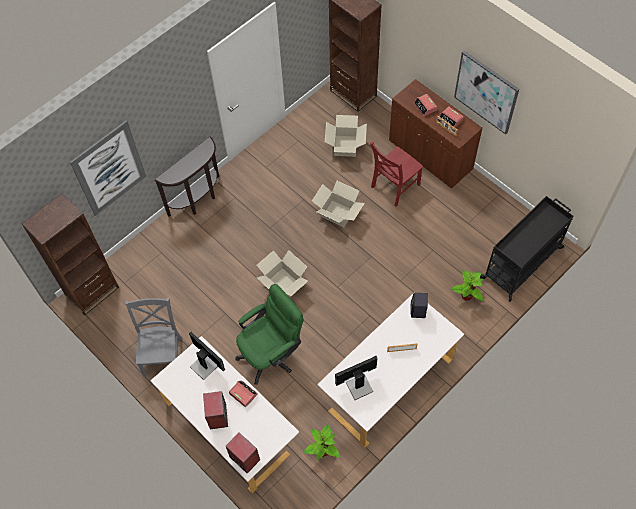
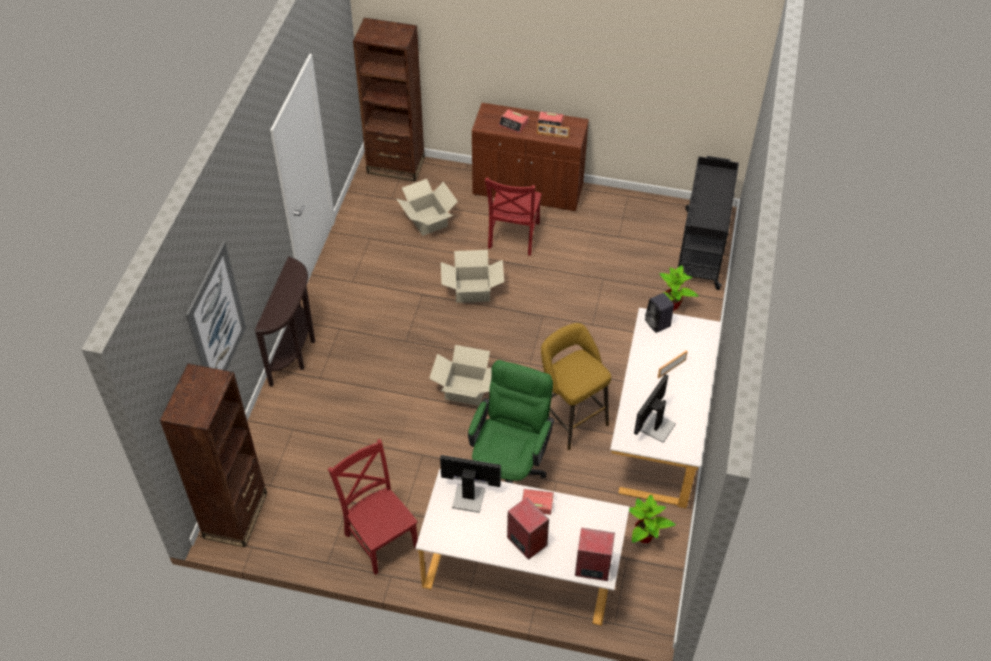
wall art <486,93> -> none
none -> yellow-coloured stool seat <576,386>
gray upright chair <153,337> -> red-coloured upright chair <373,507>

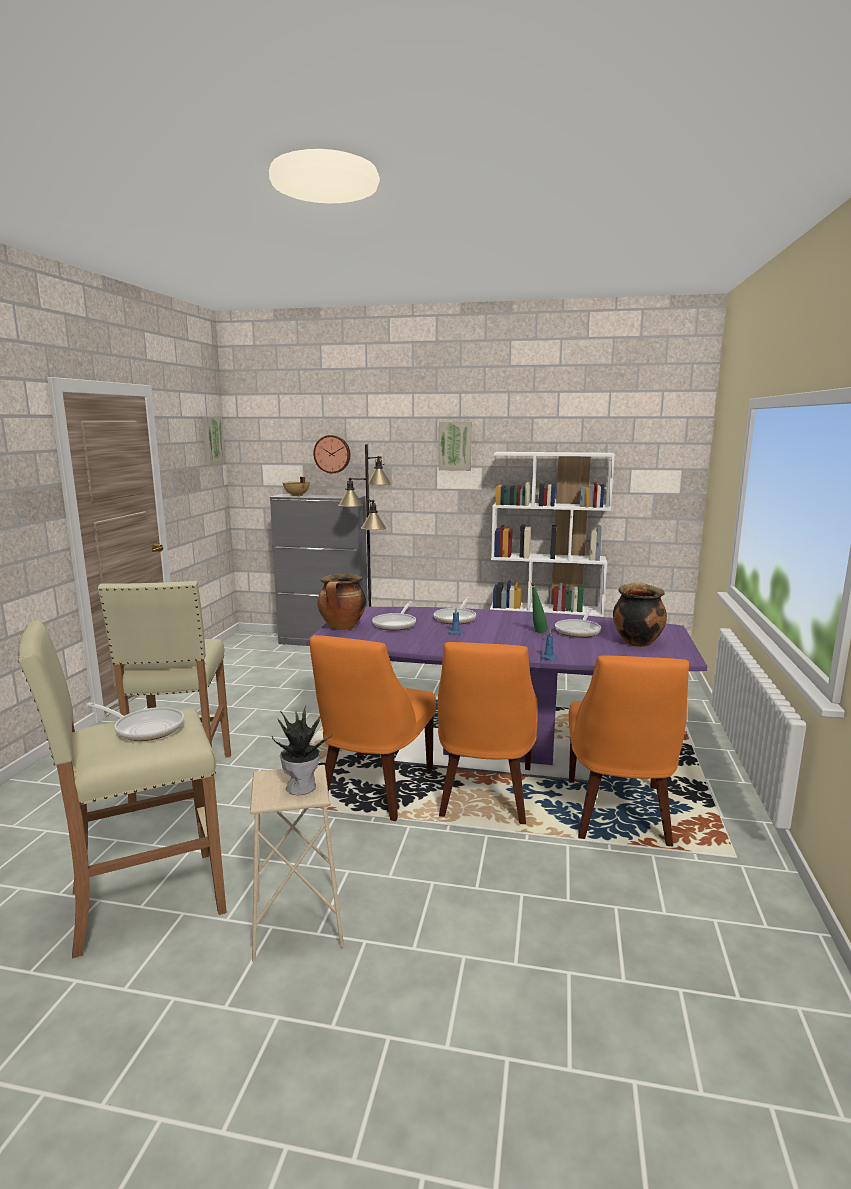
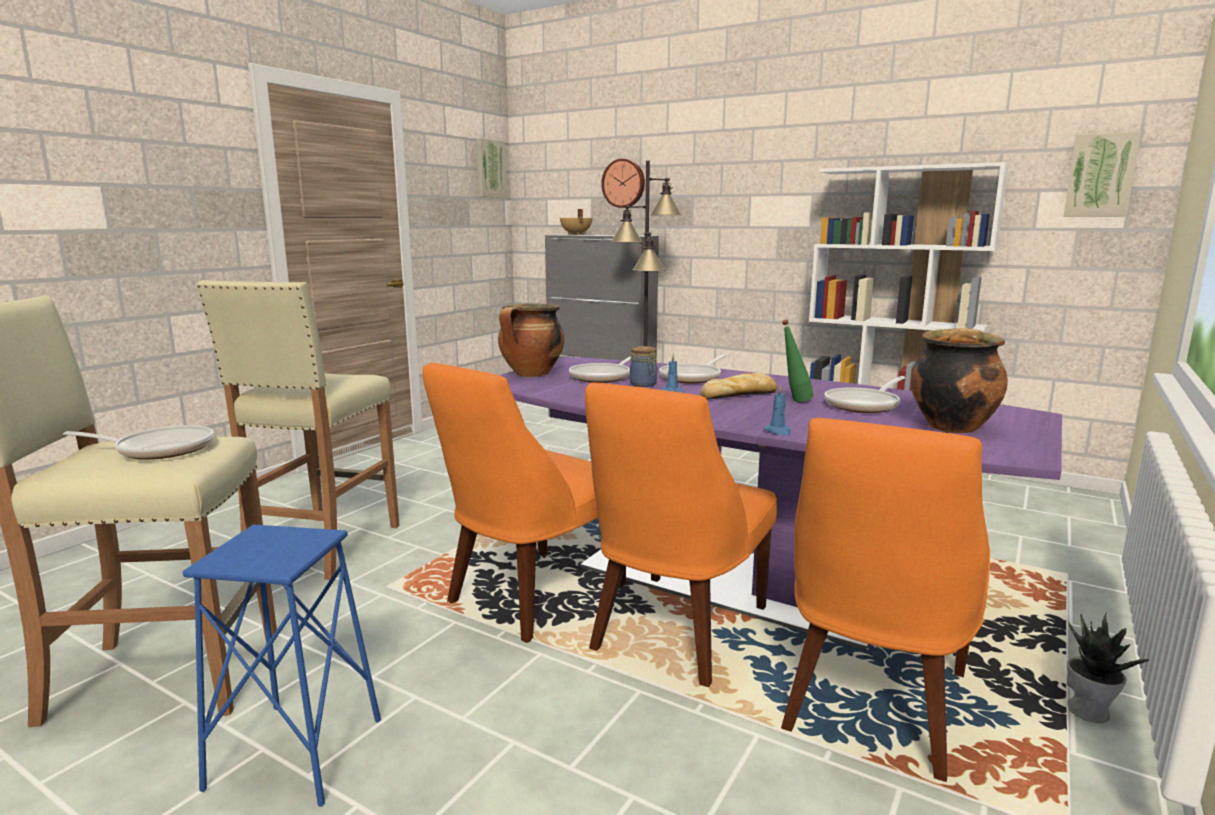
none -> storage jar <643,366>
none -> baked bread <738,386>
plant in a pot <301,752> -> plant in a pot <1108,668>, relocated
wall art <455,446> -> wall art <1102,174>, relocated
sand-coloured stool seat <297,863> -> blue-coloured stool seat <282,665>
pan <135,721> -> pan <138,442>, 45 degrees counterclockwise

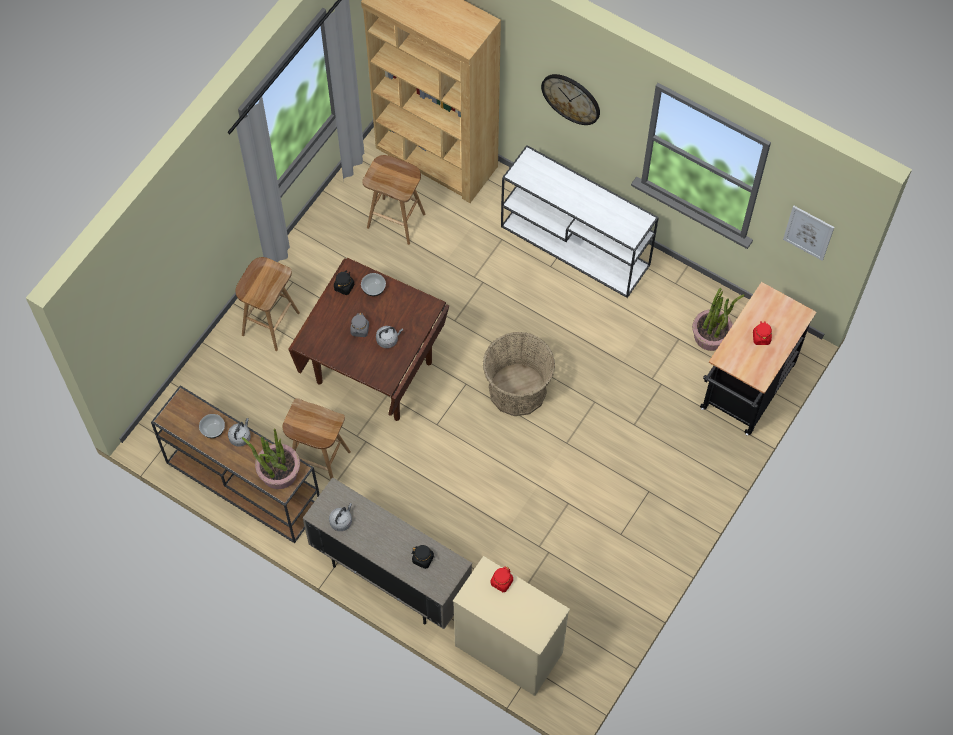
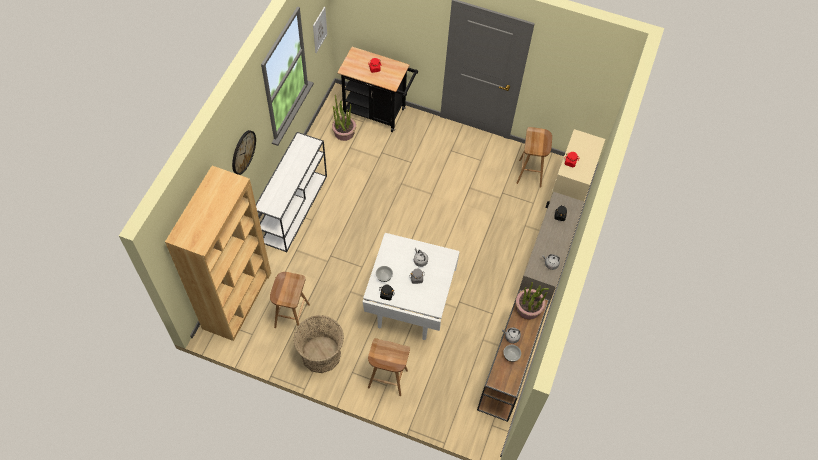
brownish stool seat <317,438> -> brownish stool seat <534,157>, relocated
household basket <519,374> -> household basket <318,344>, relocated
brownish kitchen table <368,339> -> white-coloured kitchen table <411,286>

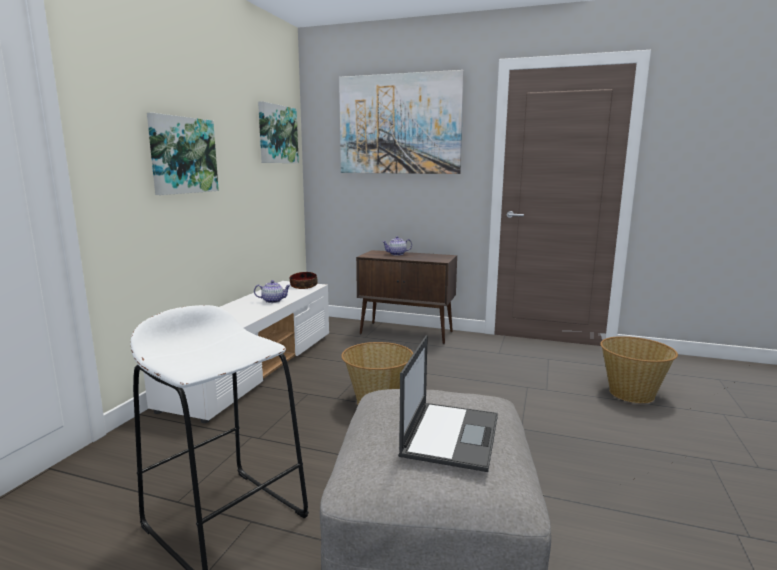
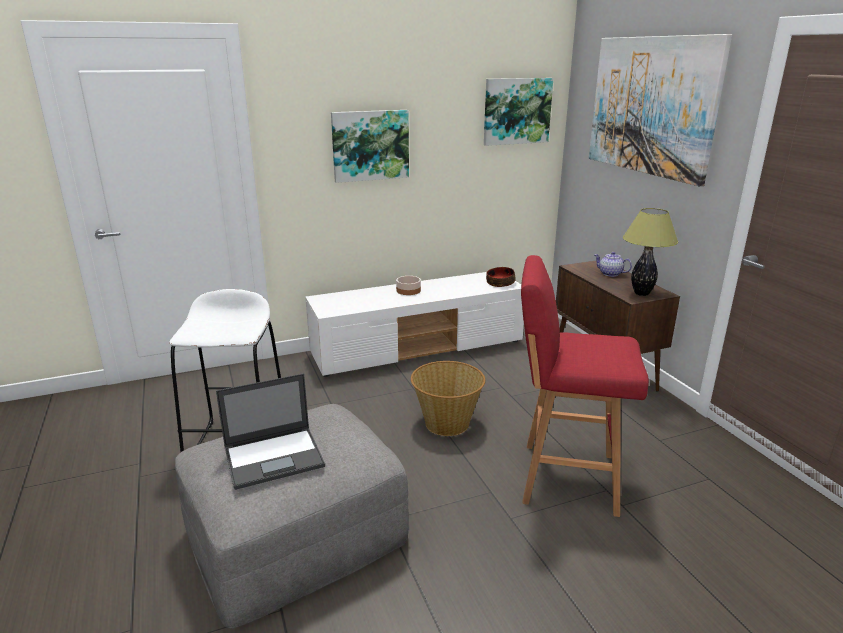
tea pot <272,291> -> none
household basket <639,369> -> none
none -> serving bowl <408,285>
none -> red-coloured stool seat <585,386>
none -> table lamp <650,252>

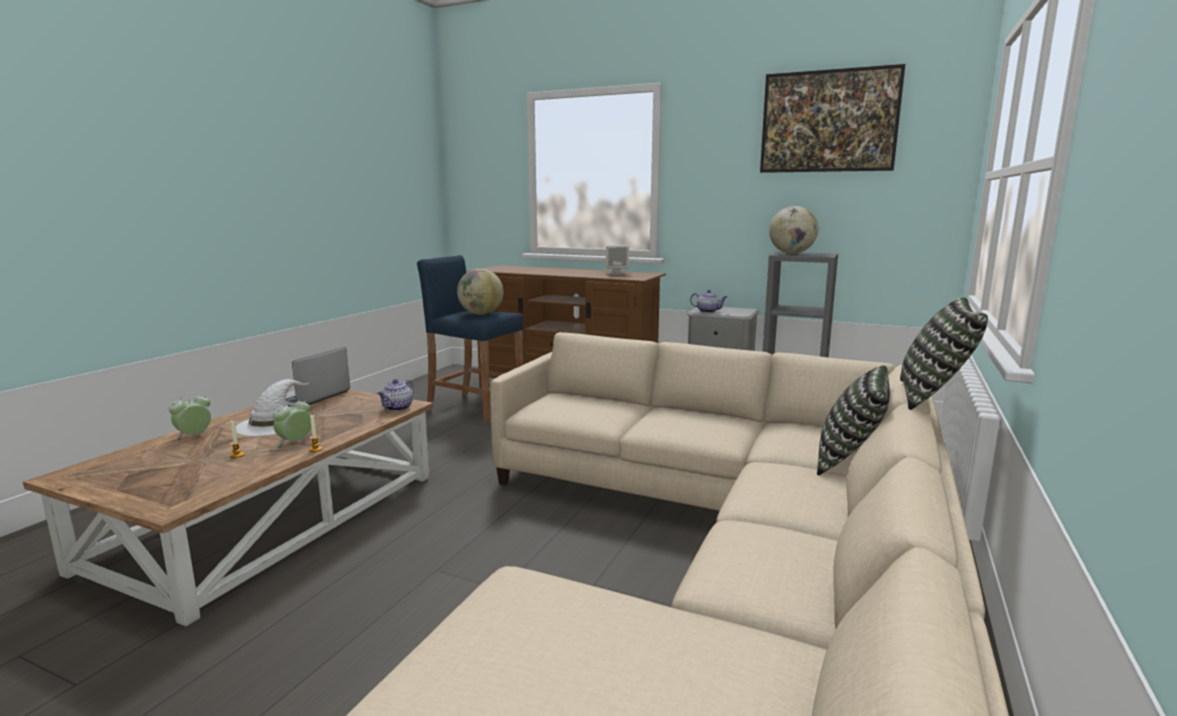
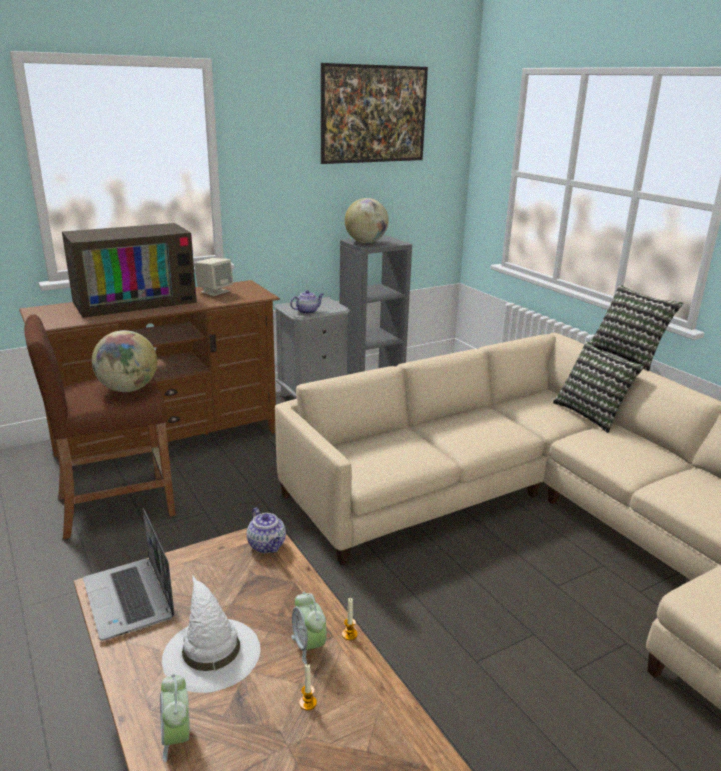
none -> TV set <129,270>
blue-coloured stool seat <470,339> -> brownish stool seat <99,427>

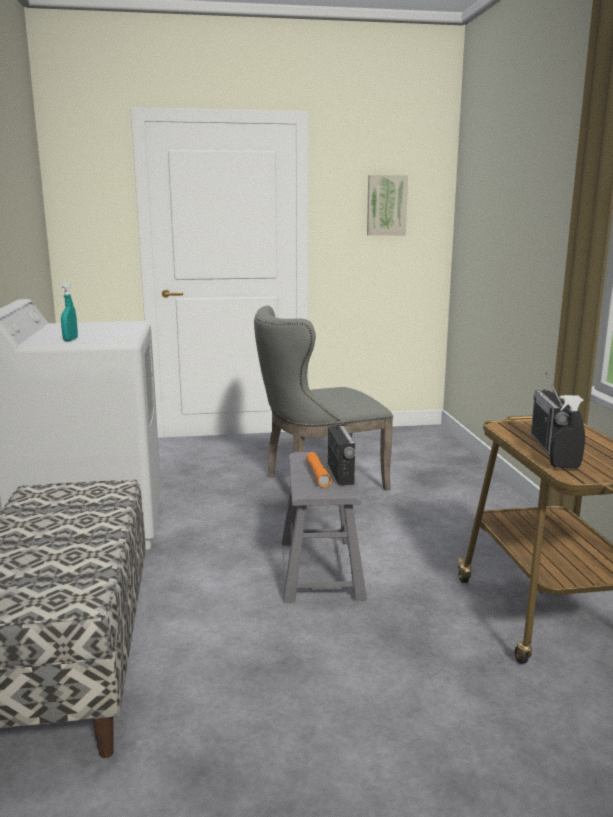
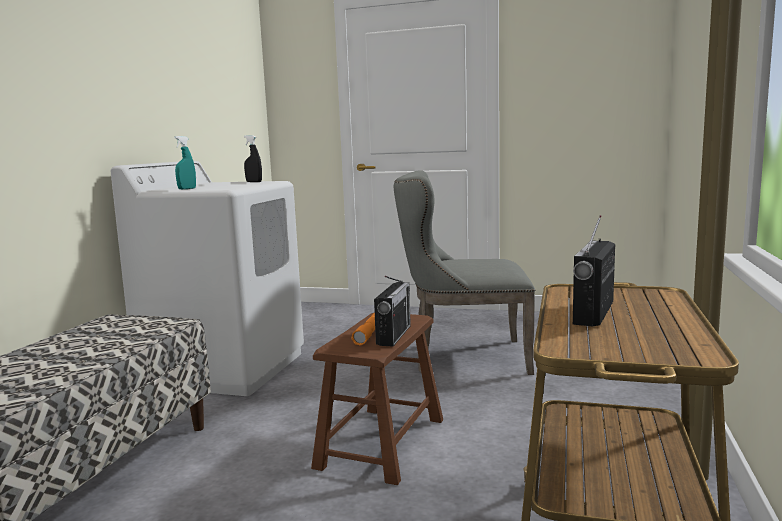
wall art <387,205> -> none
blackish spray bottle <567,431> -> blackish spray bottle <253,158>, relocated
gray stool seat <324,527> -> brownish stool seat <377,399>

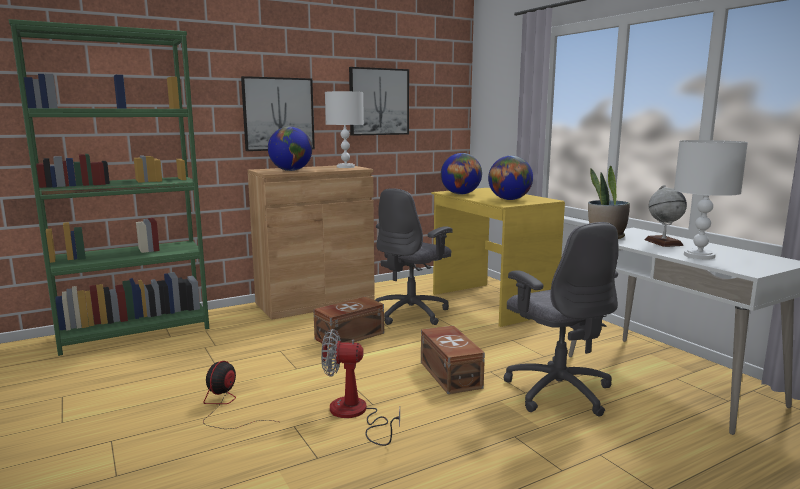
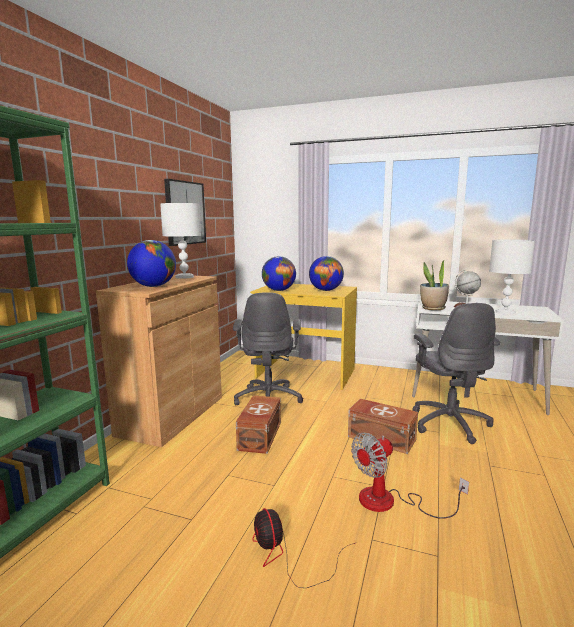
wall art <278,113> -> none
gray office chair <561,319> -> gray office chair <456,373>, 60 degrees clockwise

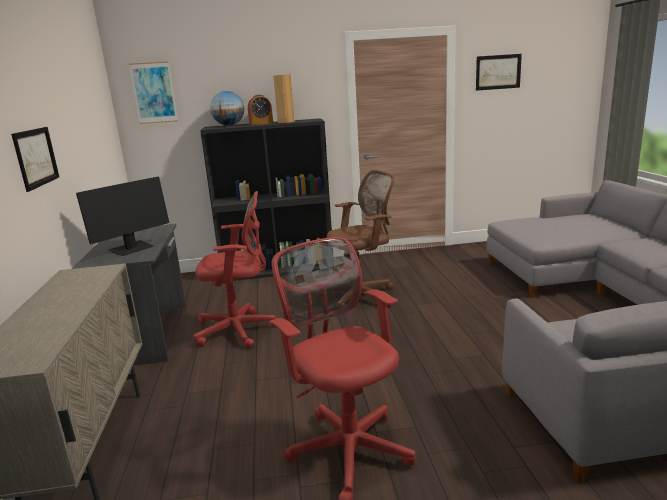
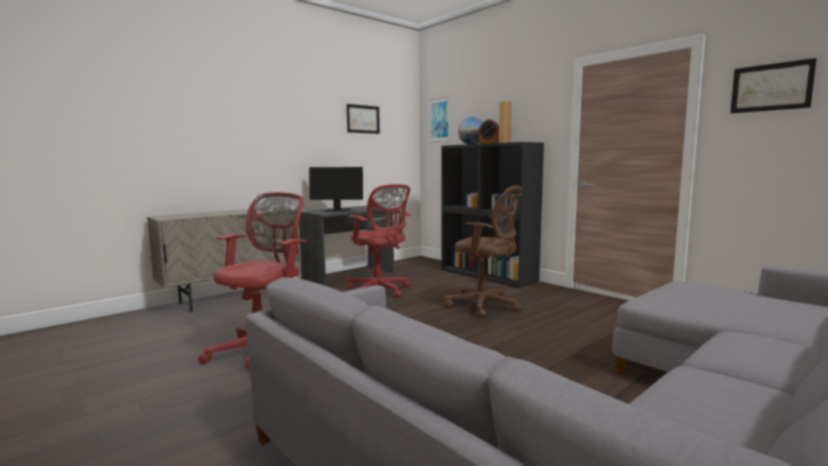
wall art <35,159> -> wall art <363,119>, relocated

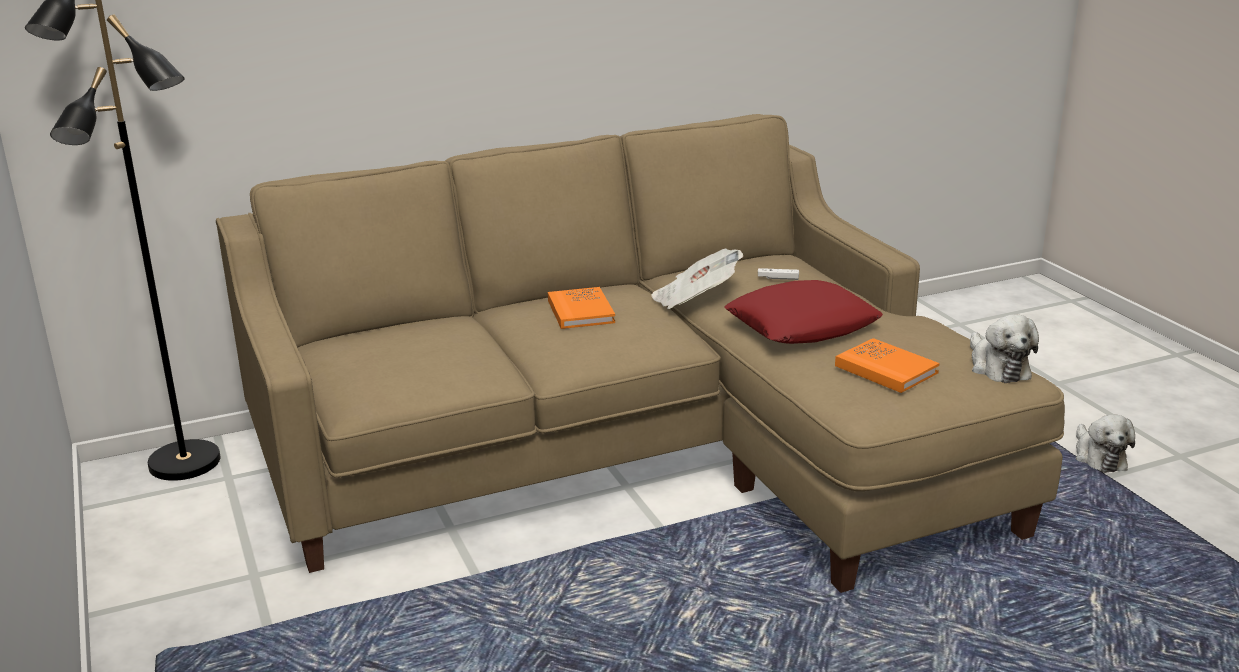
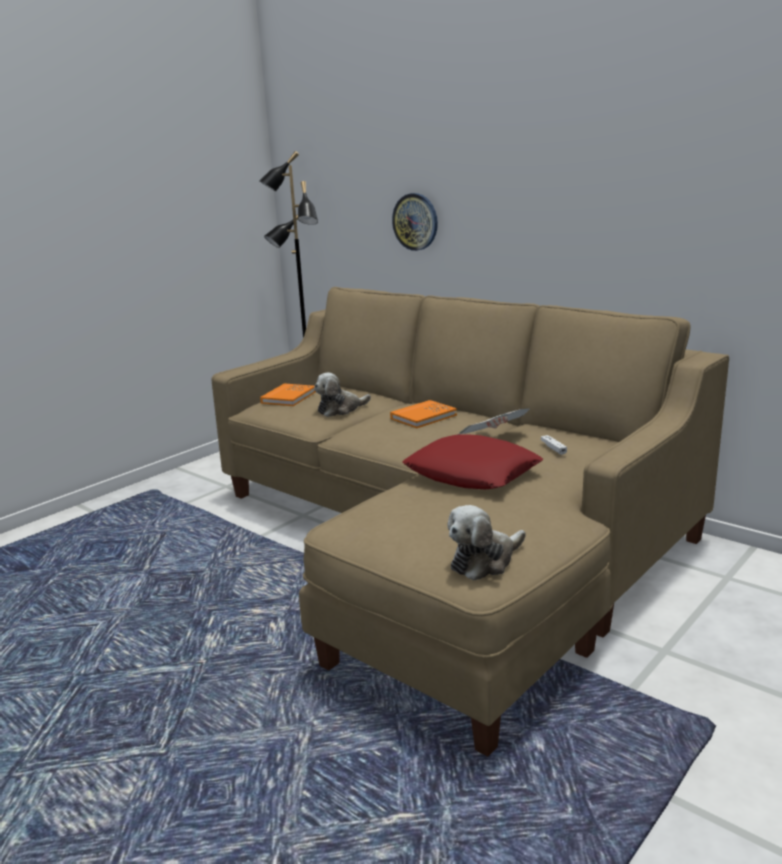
none -> wall clock <415,222>
orange volume <887,365> -> orange volume <288,394>, relocated
cuddly toy <1105,443> -> cuddly toy <342,395>, relocated

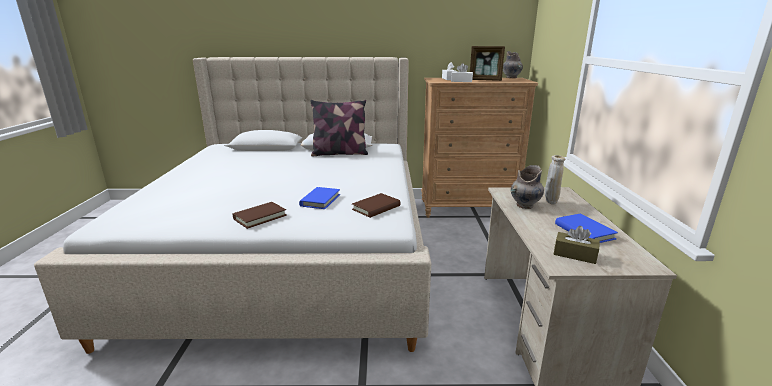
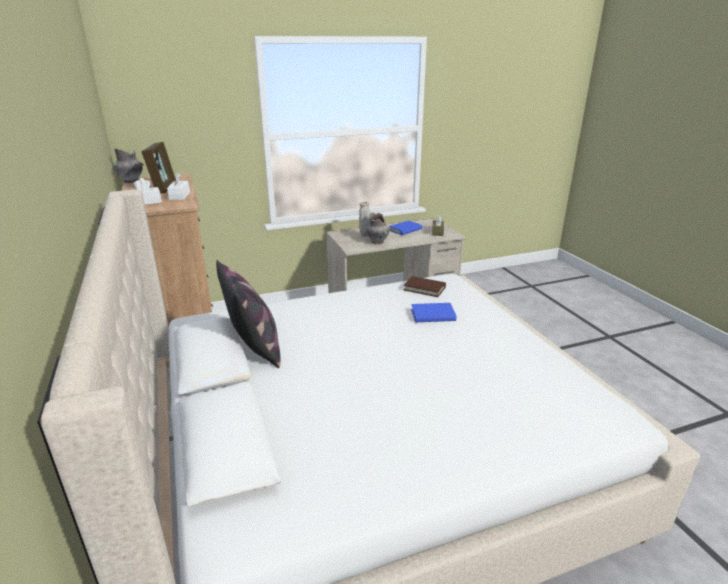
brownish volume <260,215> -> none

